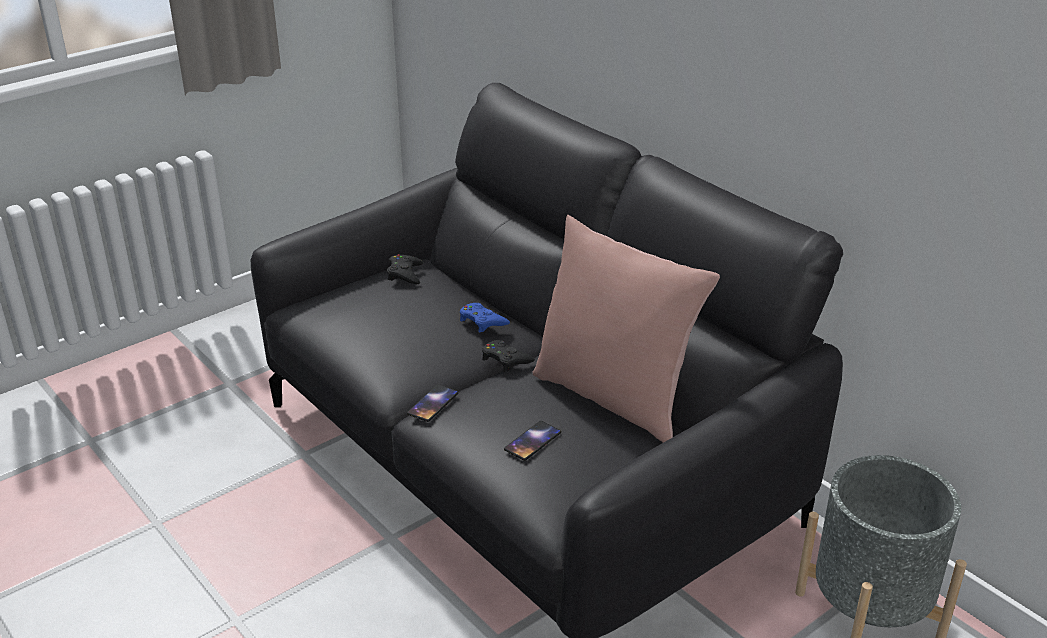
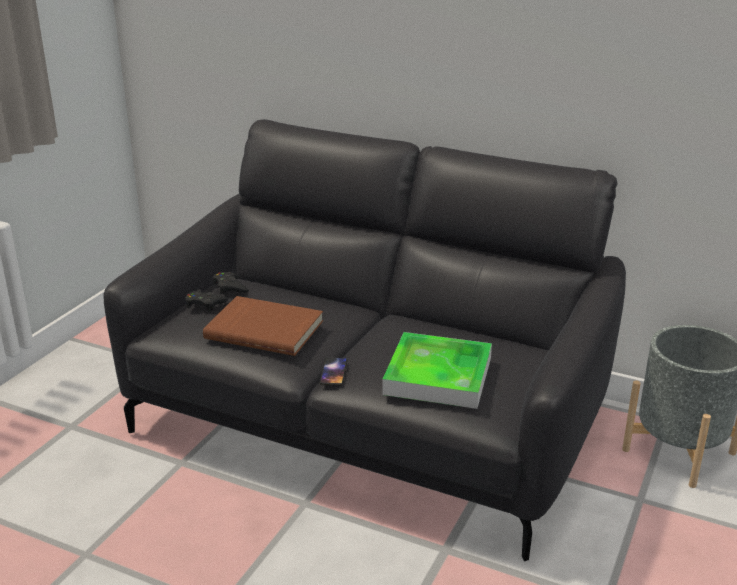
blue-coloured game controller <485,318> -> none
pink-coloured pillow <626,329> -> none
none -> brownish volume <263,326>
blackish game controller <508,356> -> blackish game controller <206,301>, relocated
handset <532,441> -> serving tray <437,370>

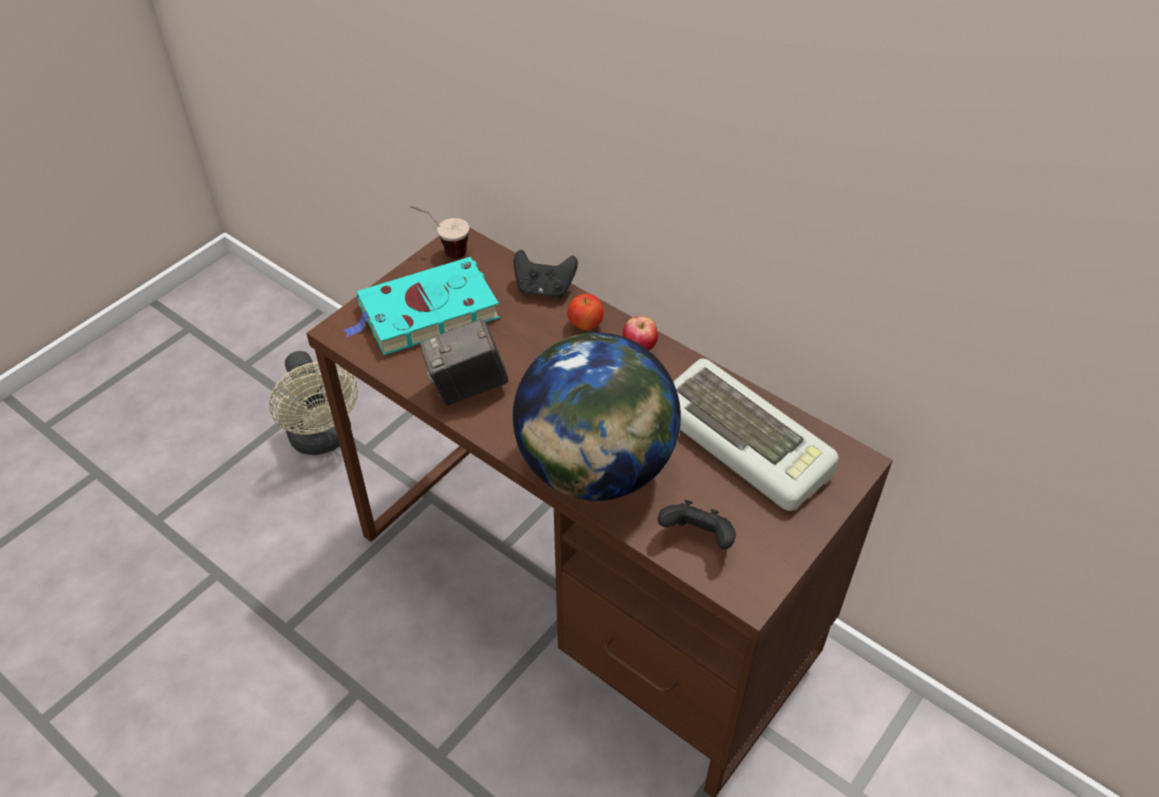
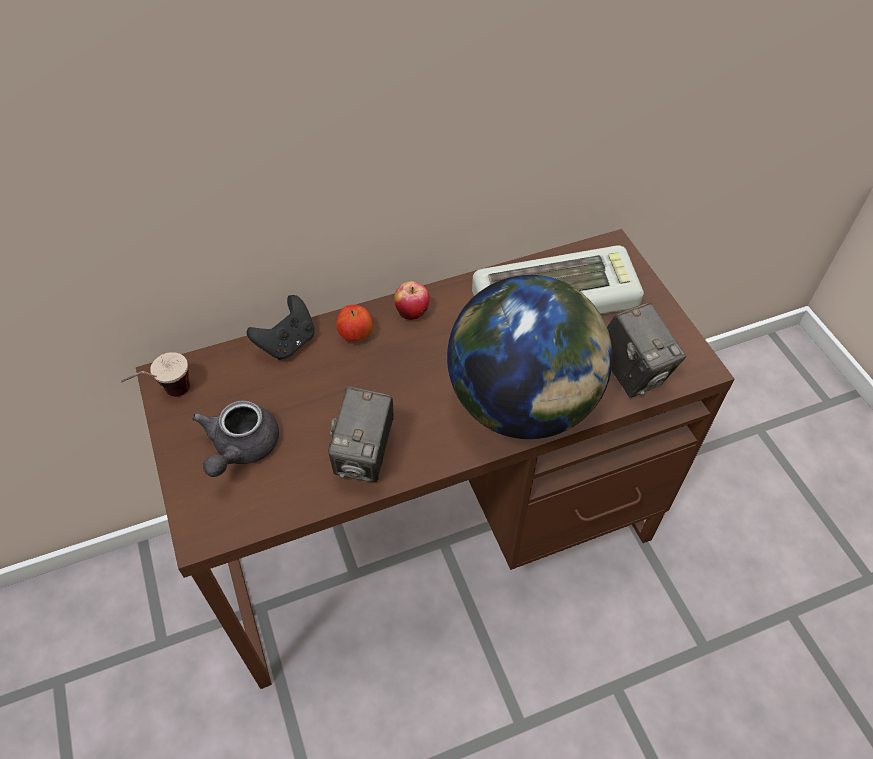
sand-coloured fan <313,403> -> none
blue-green volume <422,306> -> gray tea pot <235,438>
blackish game controller <697,524> -> still camera <646,350>

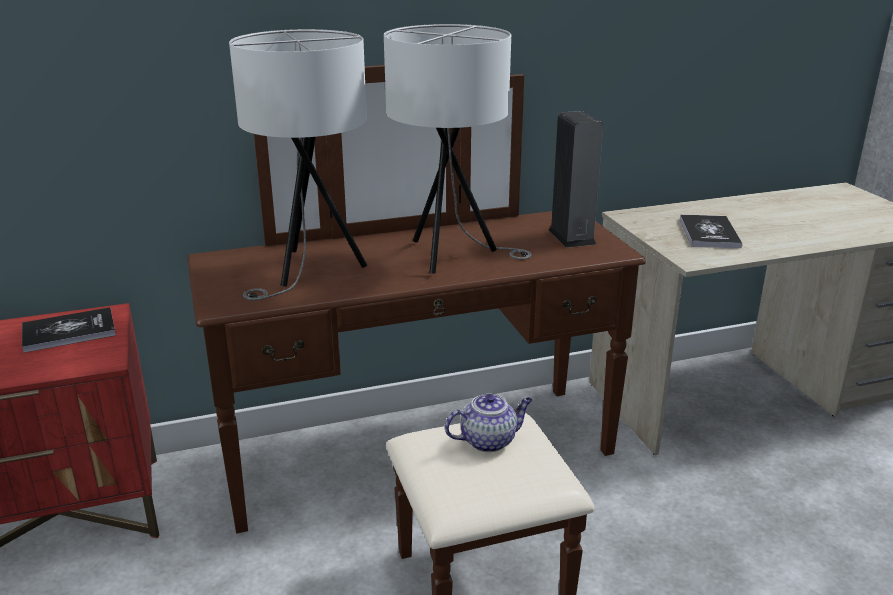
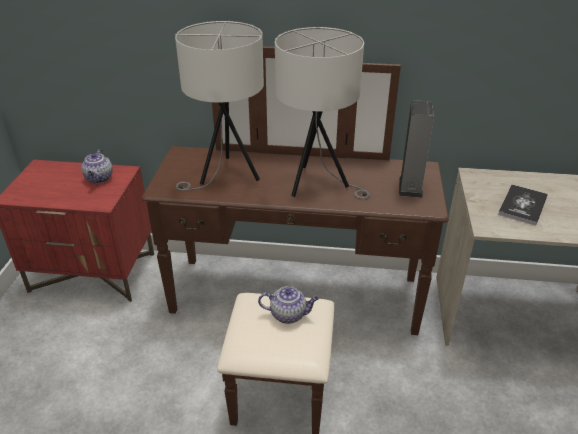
volume <69,330> -> tea pot <97,166>

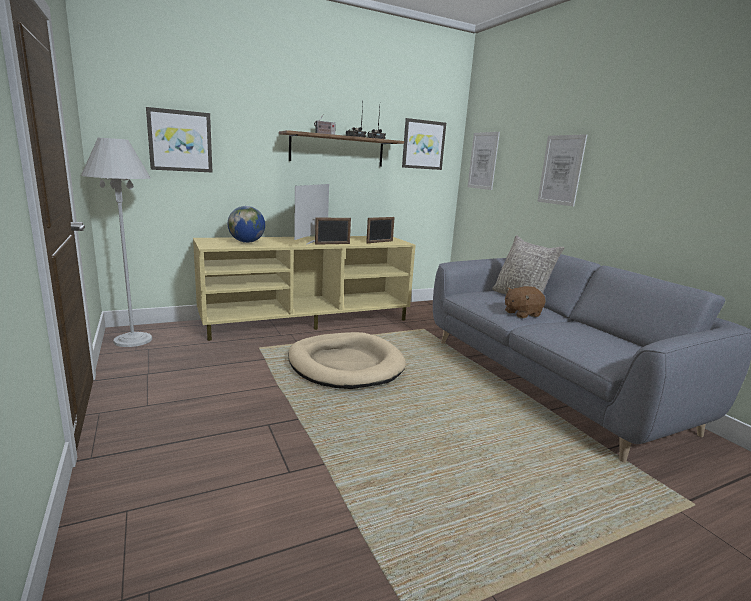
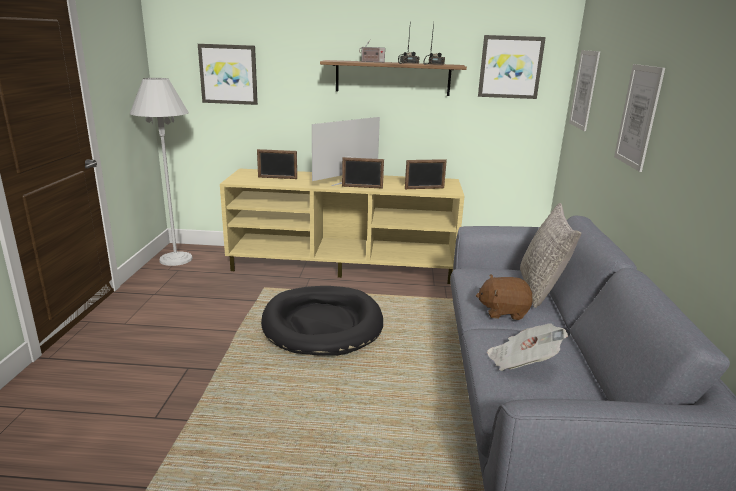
none -> daily paper <527,347>
desk globe <246,224> -> standing frame <277,164>
sand-coloured dog cushion <347,360> -> blackish dog cushion <322,321>

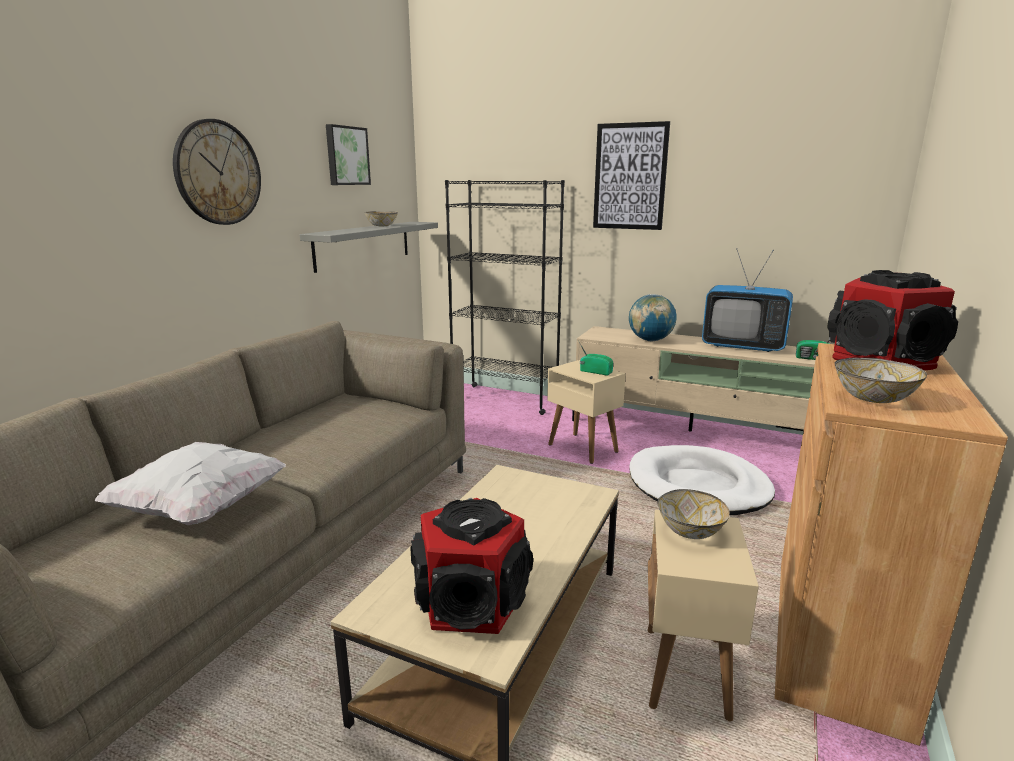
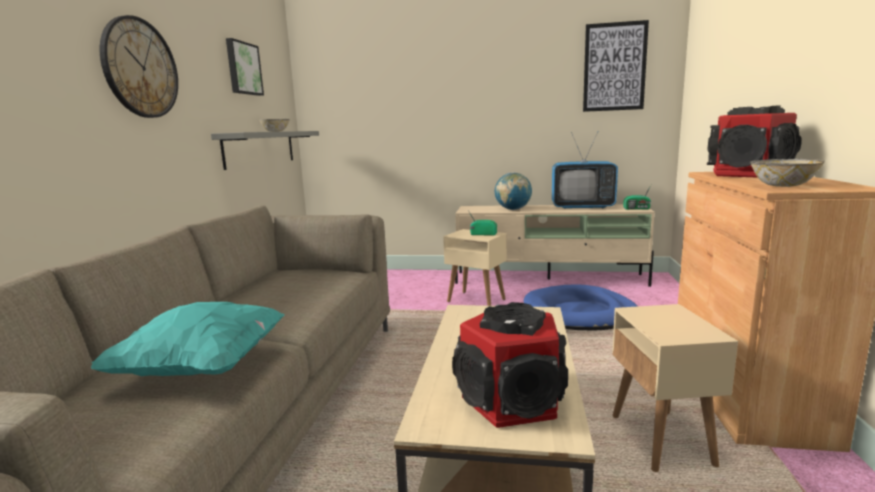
blackish bookshelf <505,297> -> none
serving bowl <694,514> -> none
wall art <631,175> -> wall art <616,66>, relocated
white-coloured pillow <190,483> -> blue-green pillow <188,339>
white-coloured dog cushion <702,480> -> blue-coloured dog cushion <580,307>

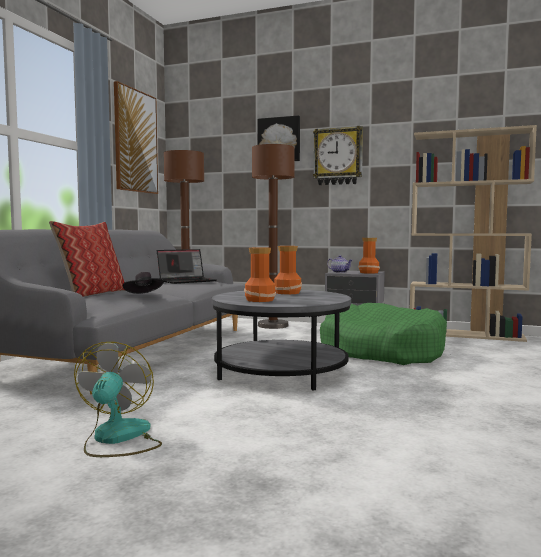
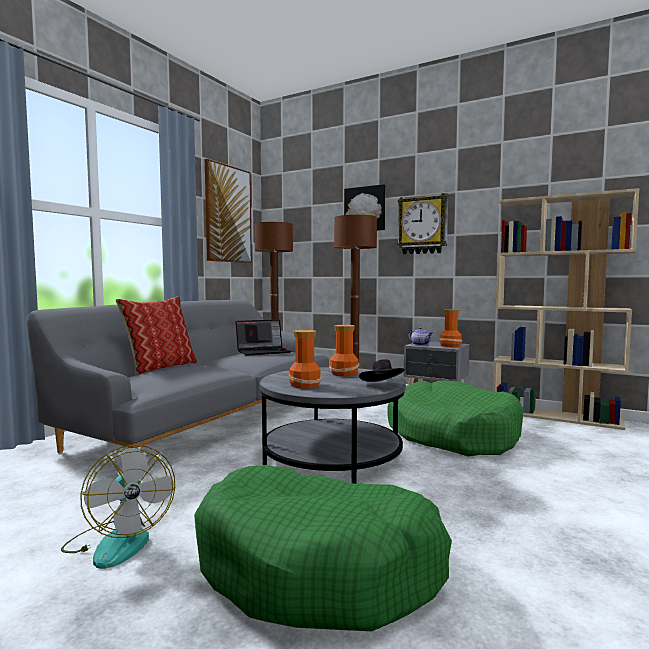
none -> green-coloured dog cushion <323,548>
blackish wearable hat <143,283> -> blackish wearable hat <382,370>, relocated
fan <118,399> -> fan <118,507>, 135 degrees clockwise

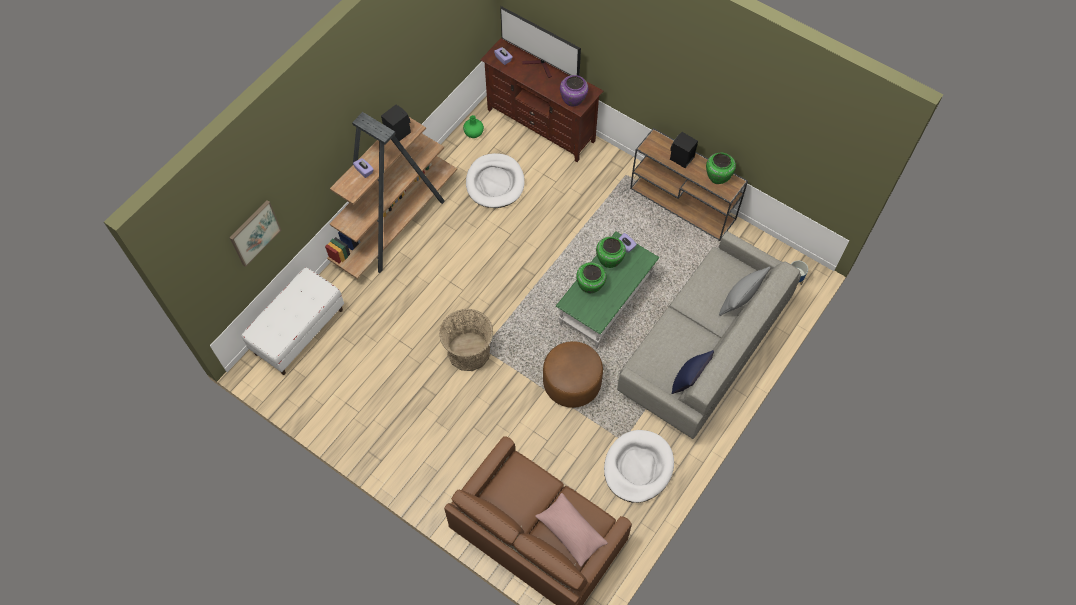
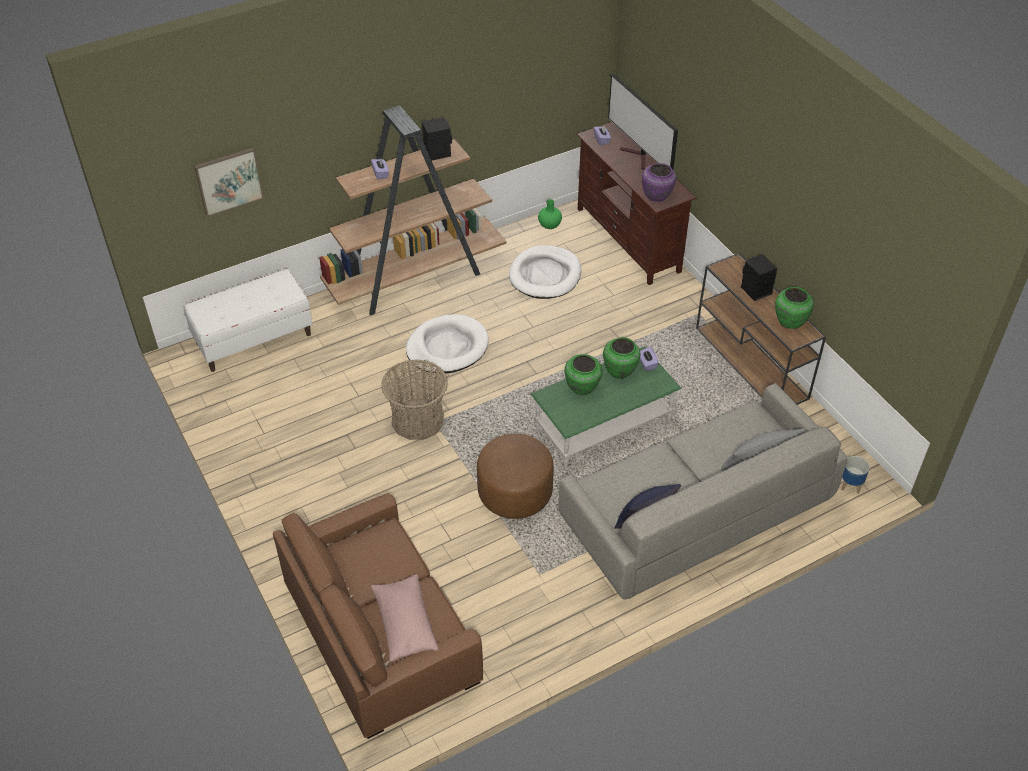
white-coloured dog cushion <639,466> -> white-coloured dog cushion <447,344>, relocated

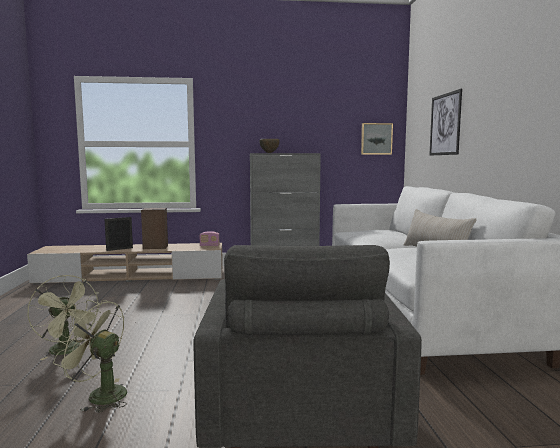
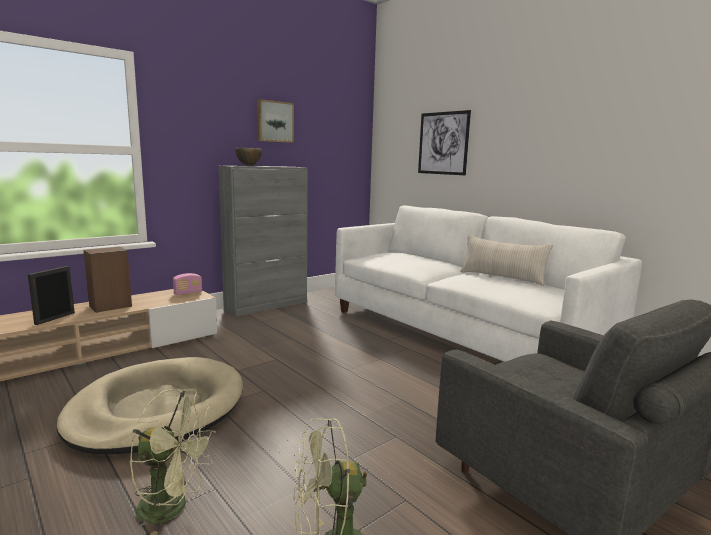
none -> sand-coloured dog cushion <150,405>
wall art <377,139> -> wall art <275,121>, relocated

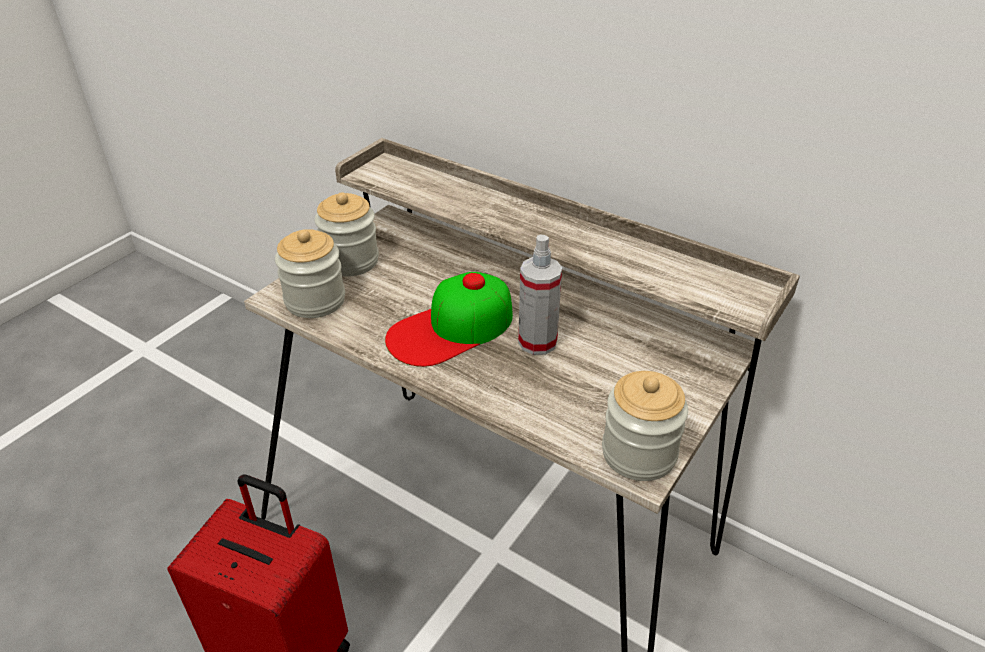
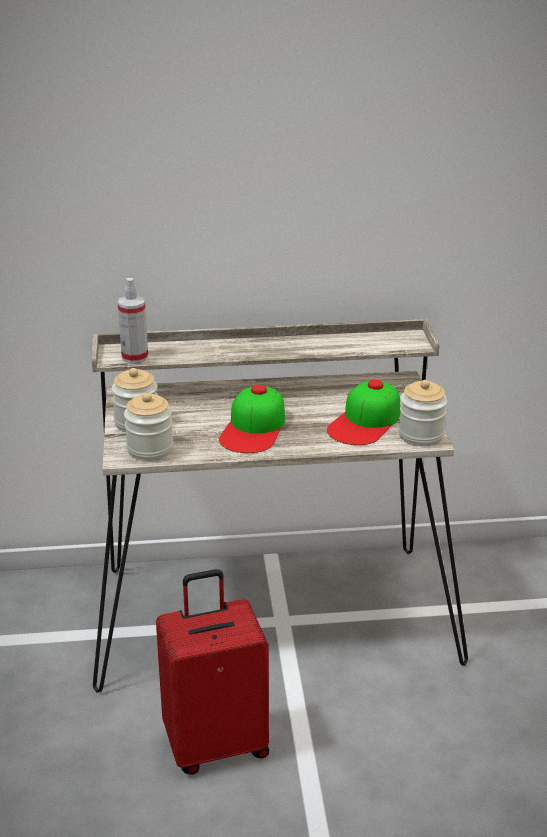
none -> baseball cap <363,412>
spray bottle <540,294> -> spray bottle <132,321>, relocated

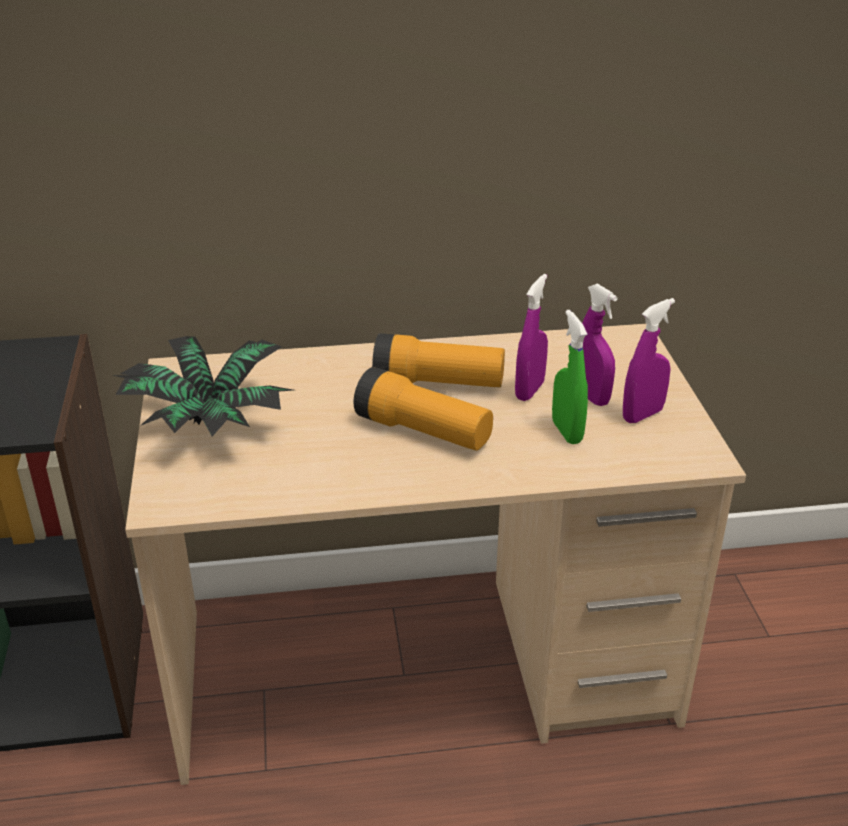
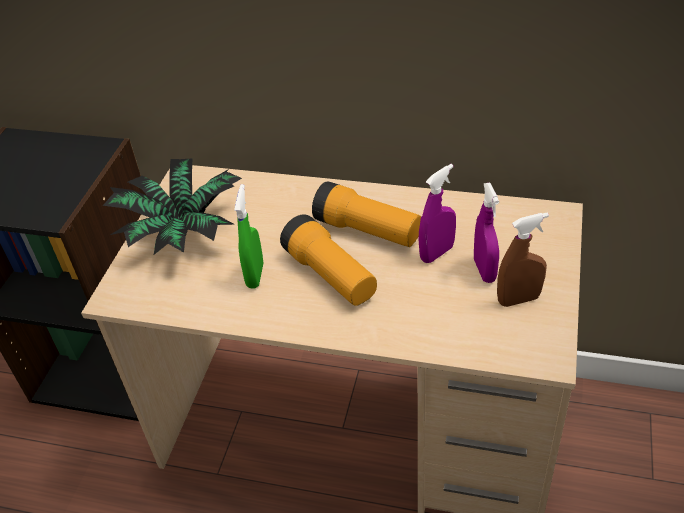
green-coloured spray bottle <570,377> -> green-coloured spray bottle <248,236>, relocated
purple-coloured spray bottle <649,360> -> brownish spray bottle <523,259>

